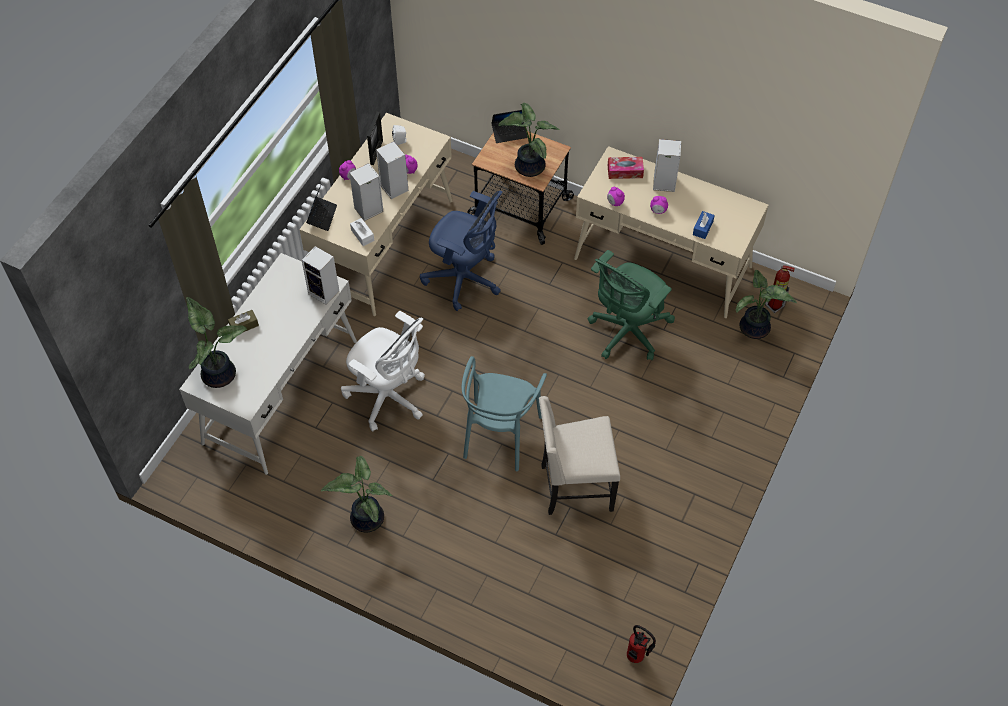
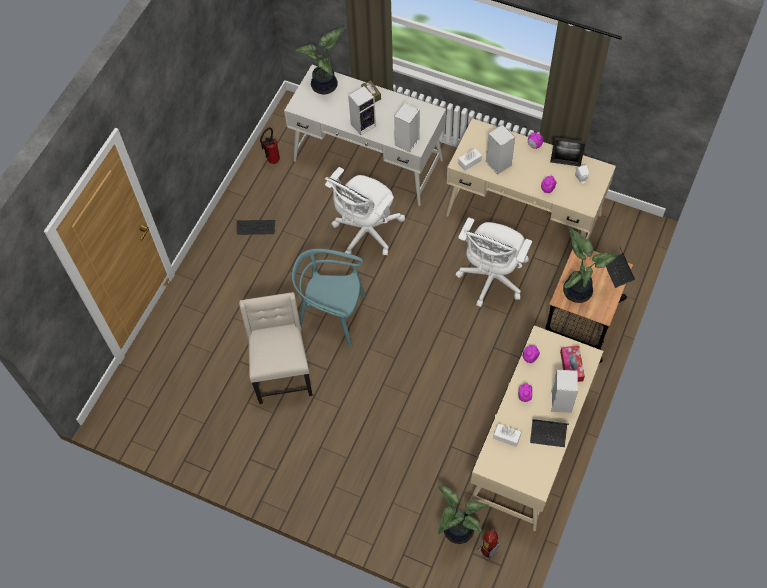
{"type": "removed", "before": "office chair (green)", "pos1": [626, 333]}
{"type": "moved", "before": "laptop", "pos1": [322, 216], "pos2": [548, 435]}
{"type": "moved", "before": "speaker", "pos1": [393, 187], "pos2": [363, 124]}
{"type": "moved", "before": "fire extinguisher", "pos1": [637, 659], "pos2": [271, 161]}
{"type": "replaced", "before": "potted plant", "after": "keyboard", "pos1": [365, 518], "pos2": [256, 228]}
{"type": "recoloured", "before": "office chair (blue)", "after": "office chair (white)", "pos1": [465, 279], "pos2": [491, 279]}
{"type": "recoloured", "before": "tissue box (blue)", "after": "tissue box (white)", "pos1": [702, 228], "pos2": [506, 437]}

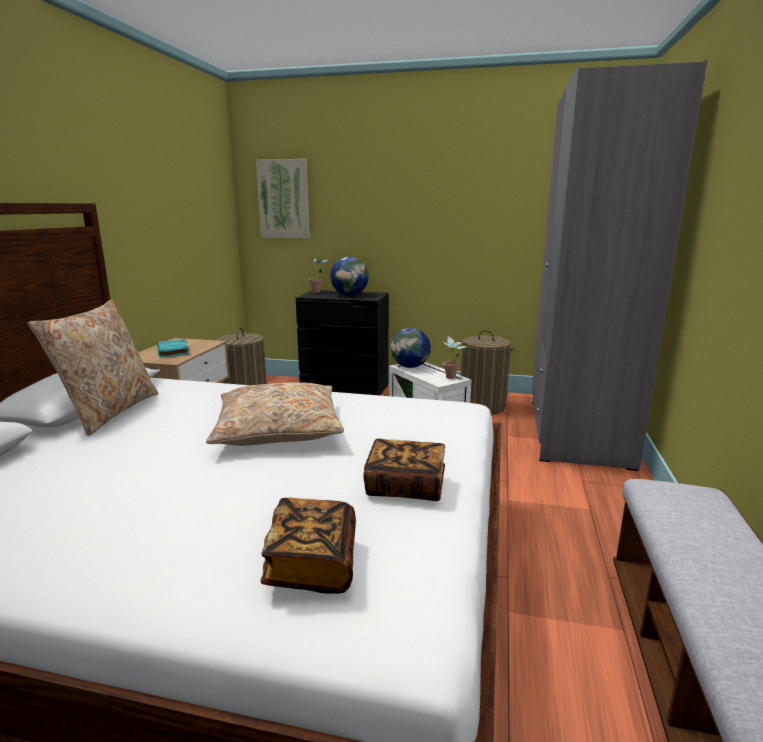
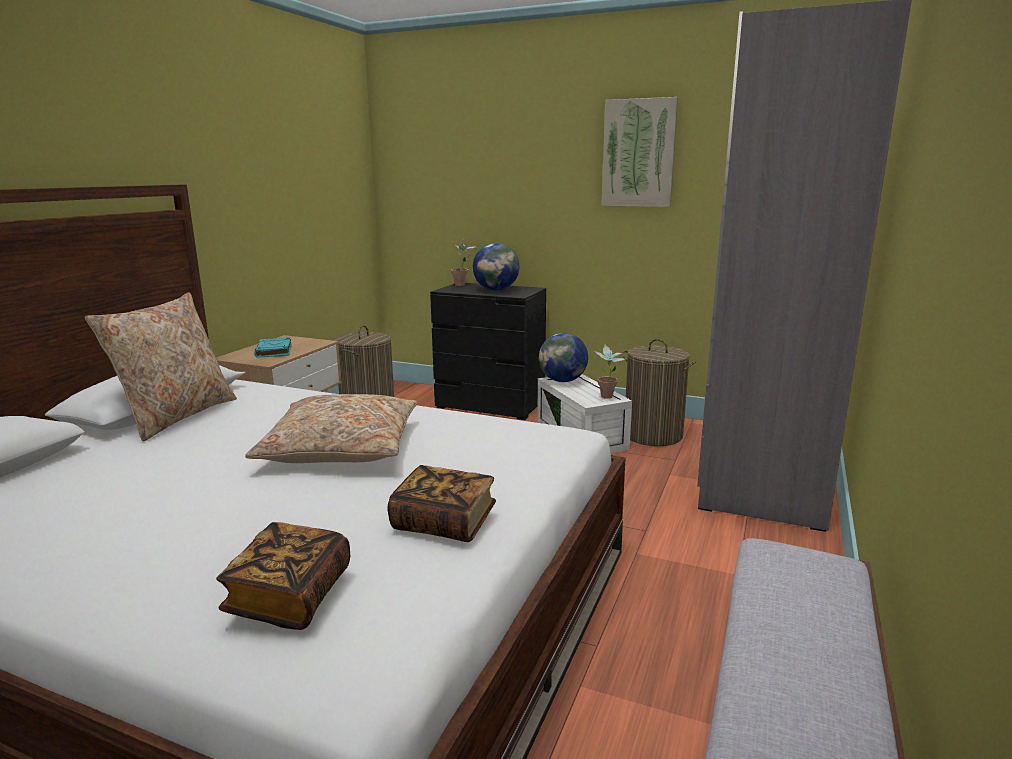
{"type": "moved", "before": "picture", "pos1": [284, 199], "pos2": [639, 153]}

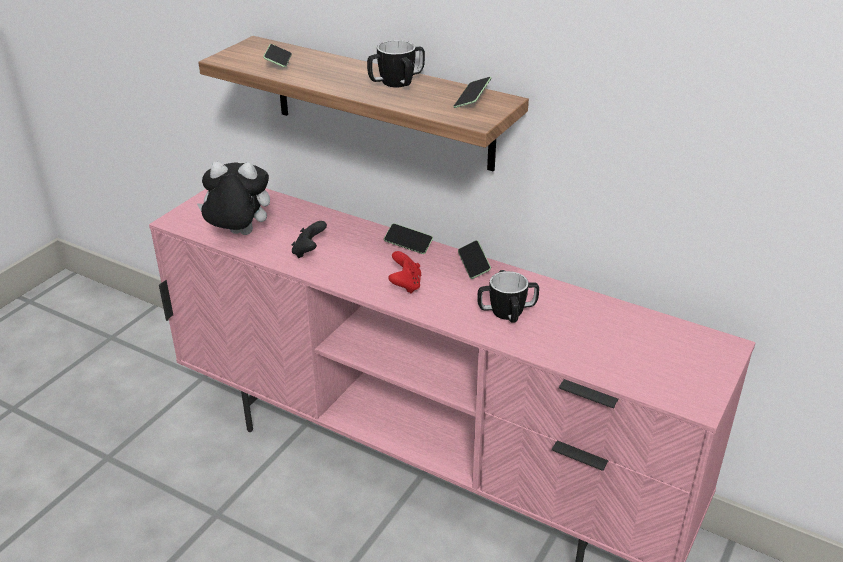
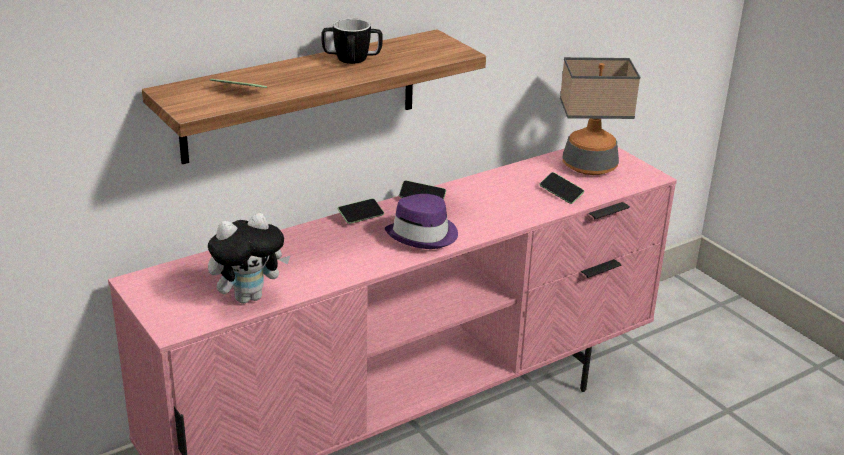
{"type": "removed", "before": "game controller (black)", "pos1": [309, 251]}
{"type": "removed", "before": "mug", "pos1": [507, 312]}
{"type": "added", "after": "table lamp", "pos2": [589, 166]}
{"type": "moved", "before": "phone", "pos1": [472, 99], "pos2": [561, 193]}
{"type": "replaced", "before": "game controller (red)", "after": "hat (purple)", "pos1": [405, 285], "pos2": [423, 235]}
{"type": "turned", "before": "plush toy", "pos1": [238, 235], "pos2": [249, 296], "turn": -150}

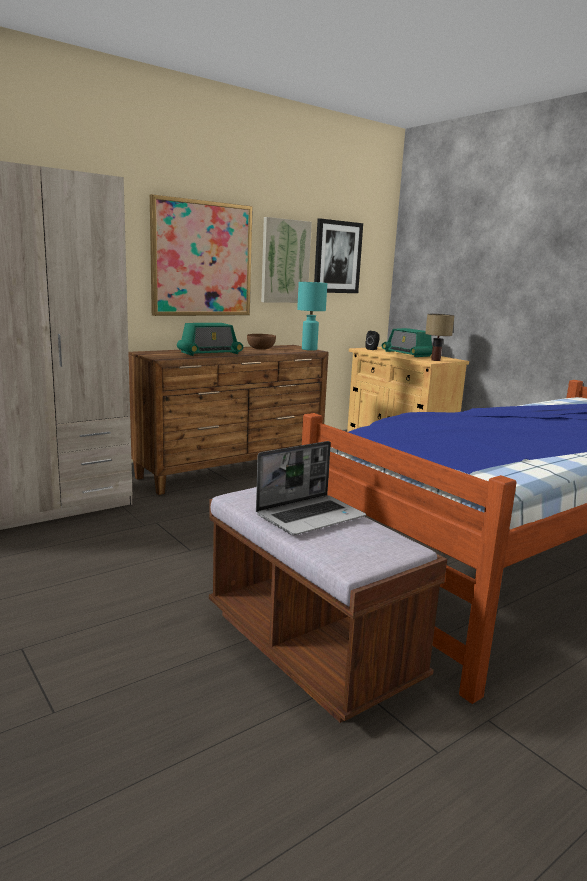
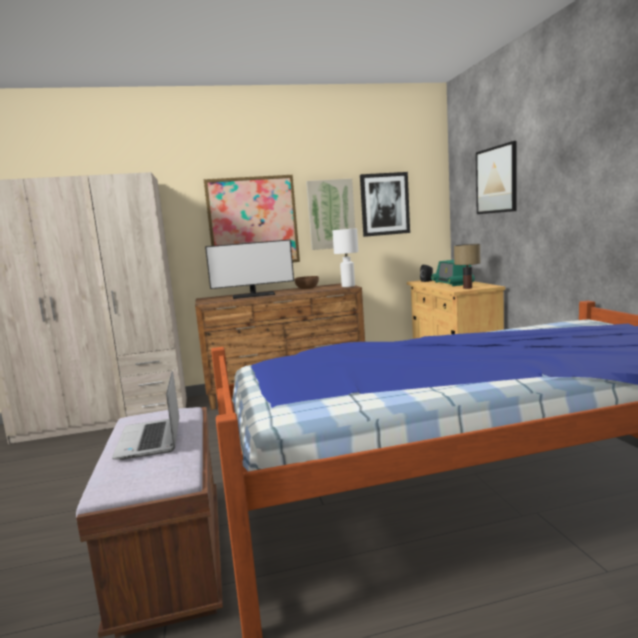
{"type": "added", "after": "picture", "pos2": [496, 180]}
{"type": "replaced", "before": "radio", "after": "monitor", "pos1": [210, 353], "pos2": [253, 295]}
{"type": "recoloured", "before": "table lamp (turquoise)", "after": "table lamp (white)", "pos1": [309, 349], "pos2": [348, 286]}
{"type": "turned", "before": "laptop", "pos1": [311, 516], "pos2": [151, 440], "turn": 90}

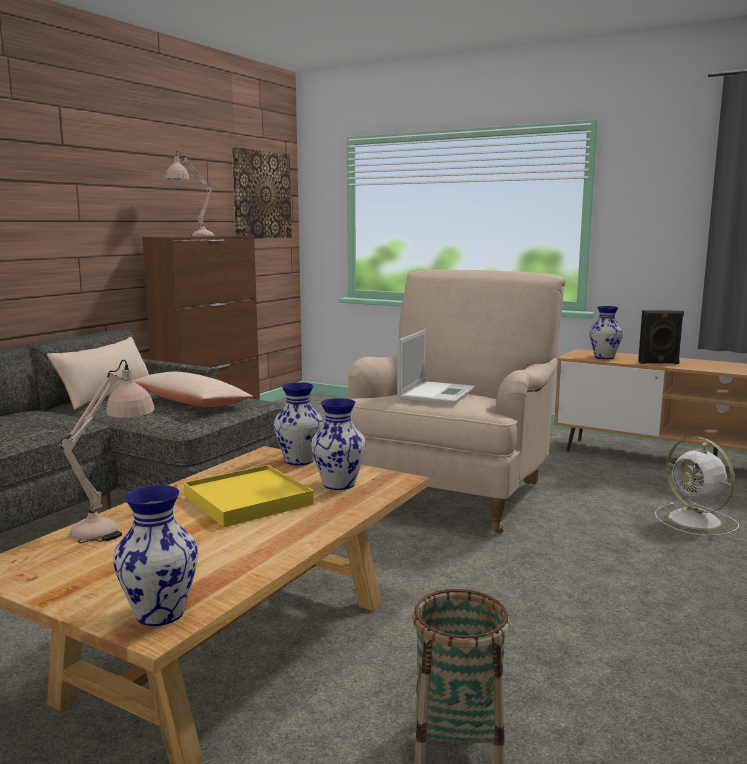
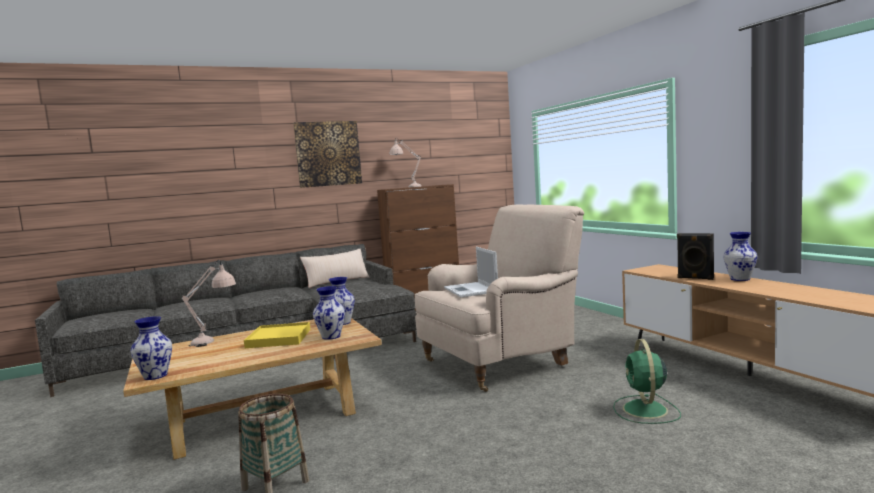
{"type": "removed", "before": "pillow (beige)", "pos1": [191, 403]}
{"type": "moved", "before": "picture", "pos1": [261, 195], "pos2": [328, 153]}
{"type": "moved", "before": "vase", "pos1": [603, 357], "pos2": [739, 279]}
{"type": "recoloured", "before": "fan (white)", "after": "fan (green)", "pos1": [696, 521], "pos2": [645, 410]}
{"type": "turned", "before": "laptop", "pos1": [437, 393], "pos2": [471, 290], "turn": 105}

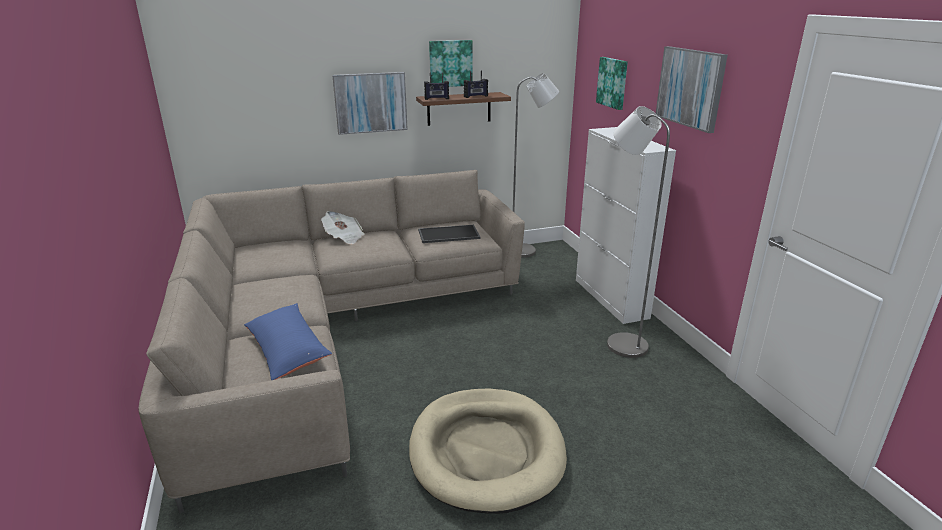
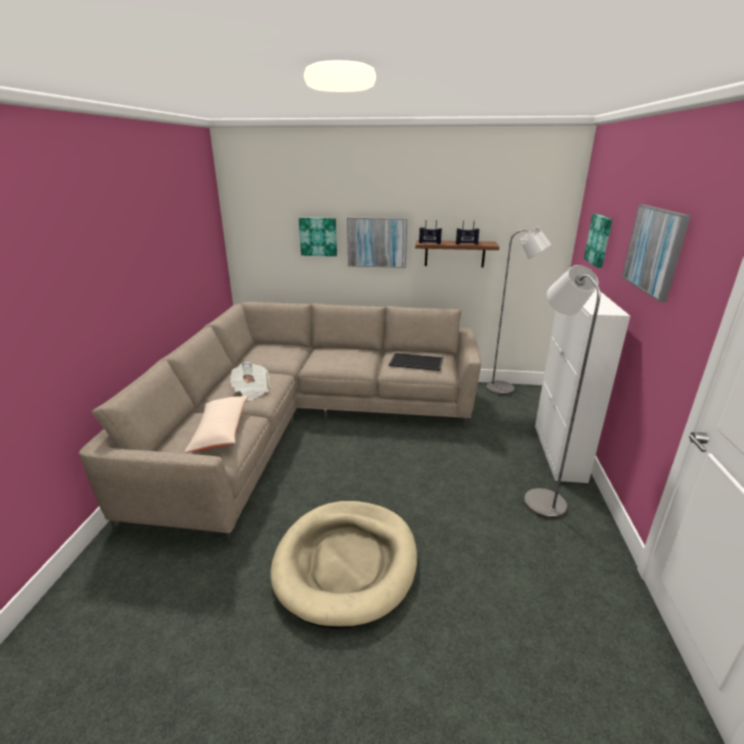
{"type": "moved", "before": "newspaper", "pos1": [344, 237], "pos2": [251, 390]}
{"type": "moved", "before": "picture", "pos1": [450, 63], "pos2": [318, 236]}
{"type": "recoloured", "before": "pillow (blue)", "after": "pillow (beige)", "pos1": [287, 350], "pos2": [220, 431]}

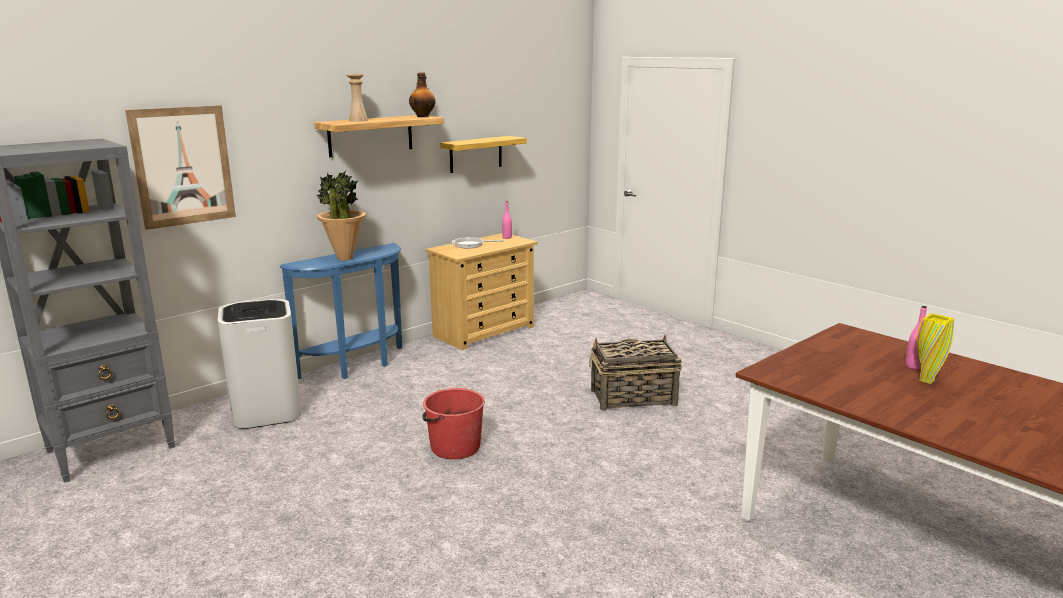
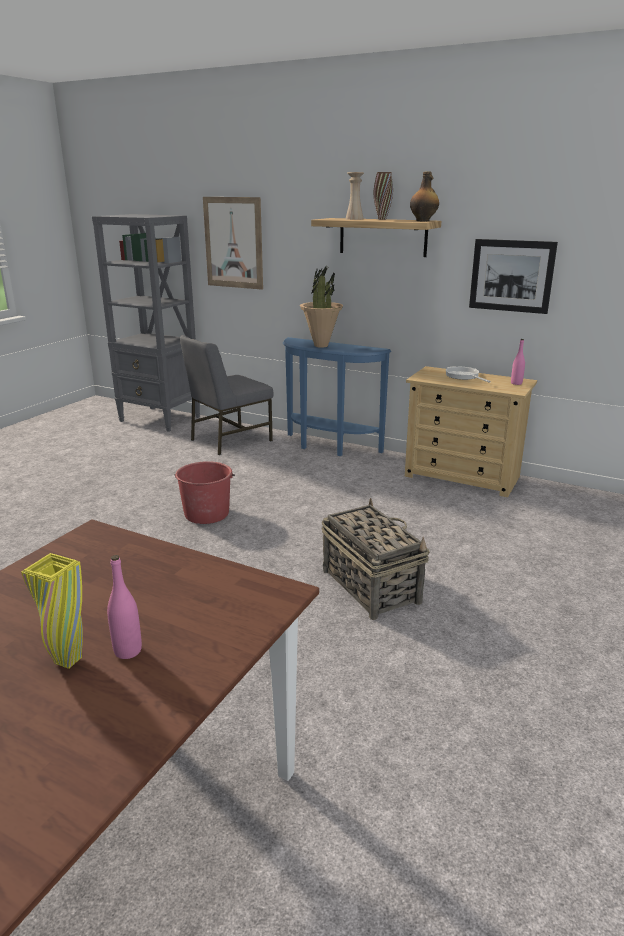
{"type": "added", "after": "vase (brown)", "pos2": [382, 219]}
{"type": "replaced", "before": "trash can (white)", "after": "chair (grey)", "pos1": [266, 412], "pos2": [229, 440]}
{"type": "replaced", "before": "shelf", "after": "picture", "pos1": [476, 154], "pos2": [511, 276]}

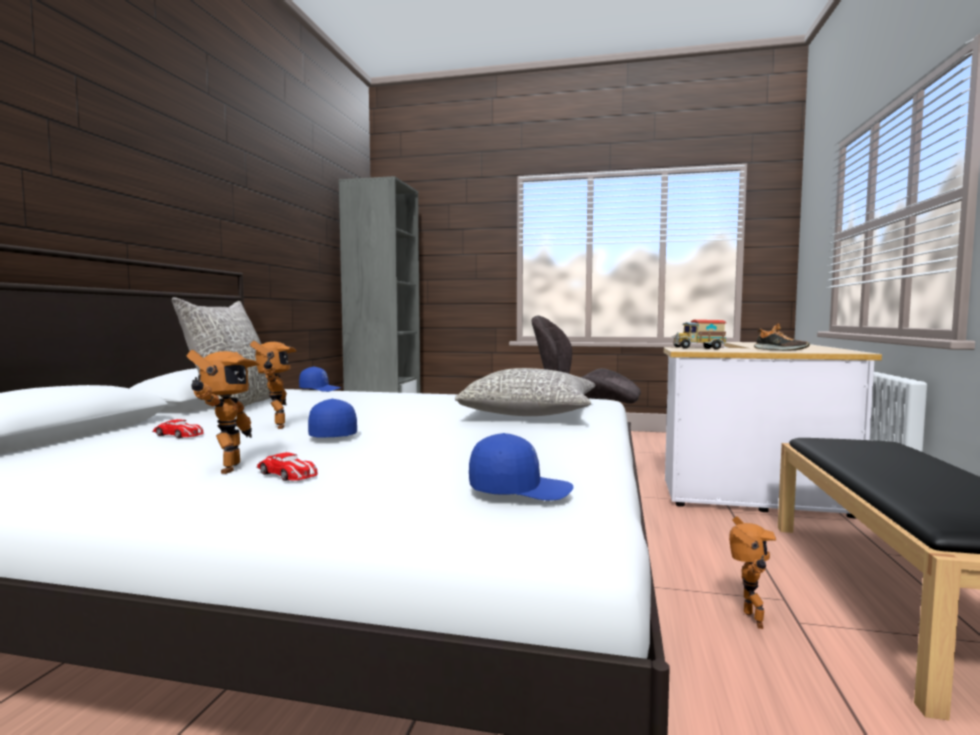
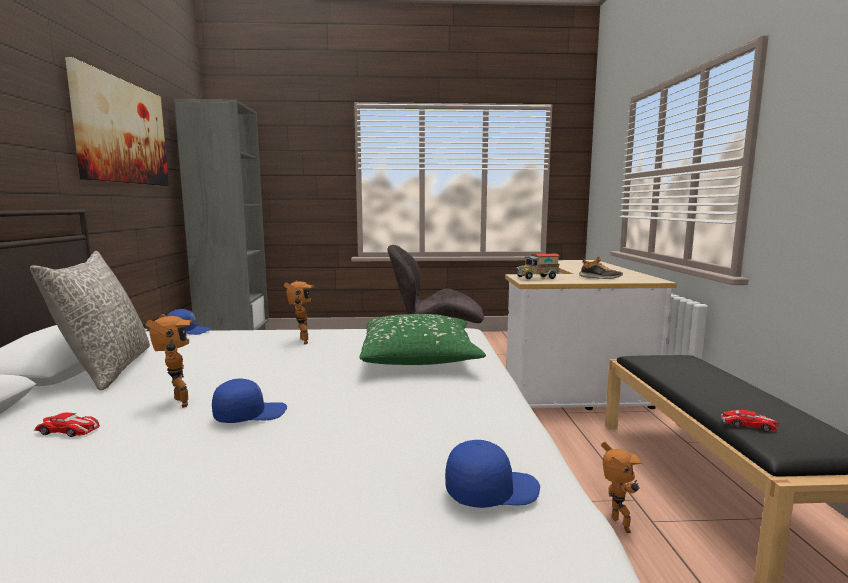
{"type": "added", "after": "picture", "pos2": [122, 132]}
{"type": "moved", "before": "toy robot", "pos1": [224, 469], "pos2": [301, 342]}
{"type": "moved", "before": "toy car", "pos1": [288, 474], "pos2": [748, 425]}
{"type": "recoloured", "before": "pillow (grey)", "after": "pillow (green)", "pos1": [530, 414], "pos2": [419, 358]}
{"type": "turned", "before": "cap (blue)", "pos1": [332, 435], "pos2": [250, 414], "turn": 90}

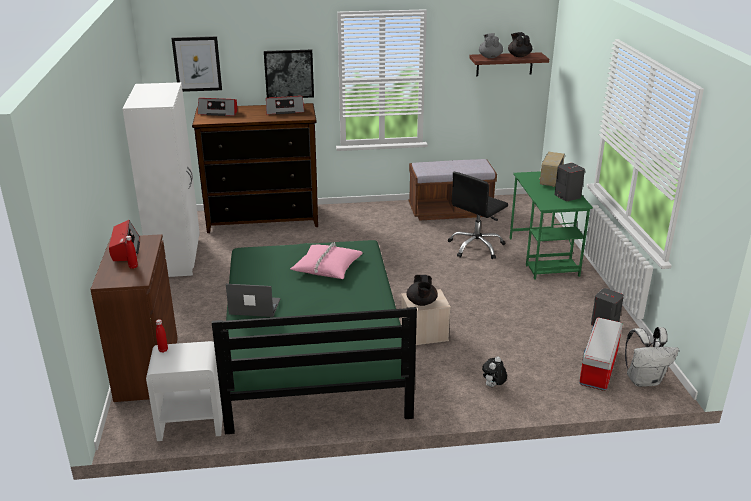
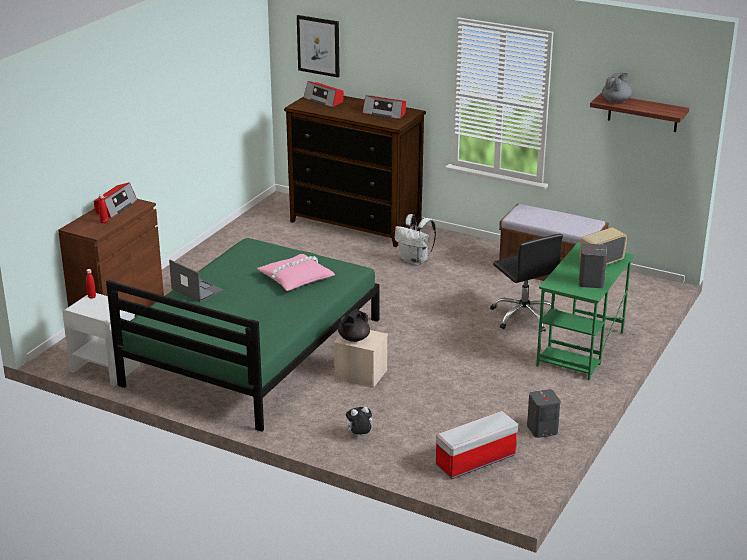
{"type": "removed", "before": "wardrobe (white)", "pos1": [176, 257]}
{"type": "removed", "before": "picture", "pos1": [289, 74]}
{"type": "removed", "before": "teapot (black)", "pos1": [519, 56]}
{"type": "moved", "before": "backpack (white)", "pos1": [644, 380], "pos2": [415, 261]}
{"type": "turned", "before": "office chair (black)", "pos1": [476, 247], "pos2": [524, 316], "turn": -105}

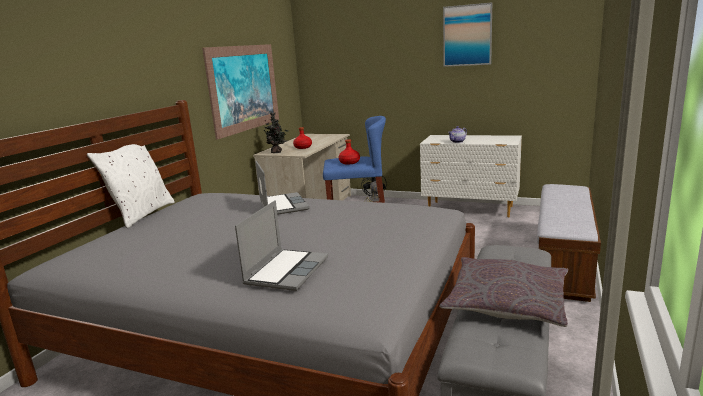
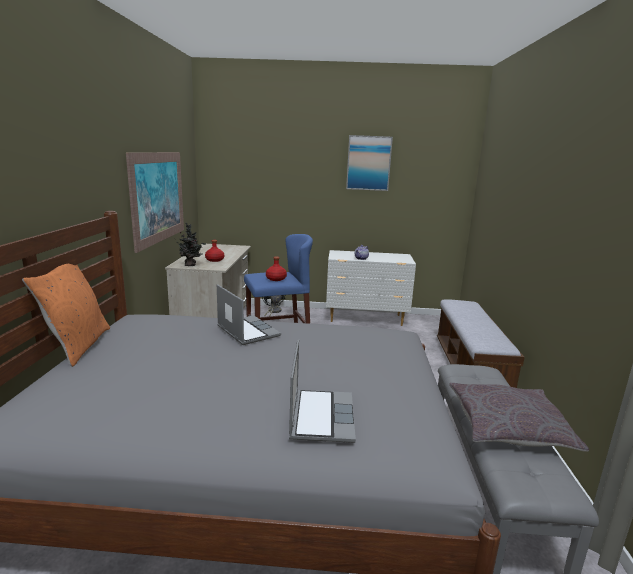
{"type": "recoloured", "before": "pillow (white)", "after": "pillow (orange)", "pos1": [141, 214], "pos2": [77, 346]}

